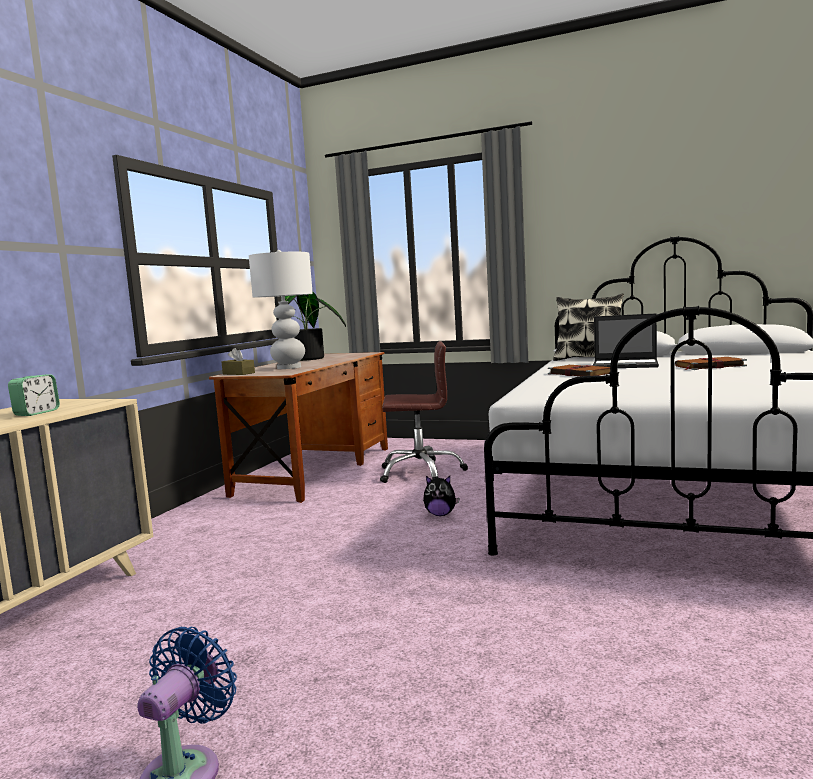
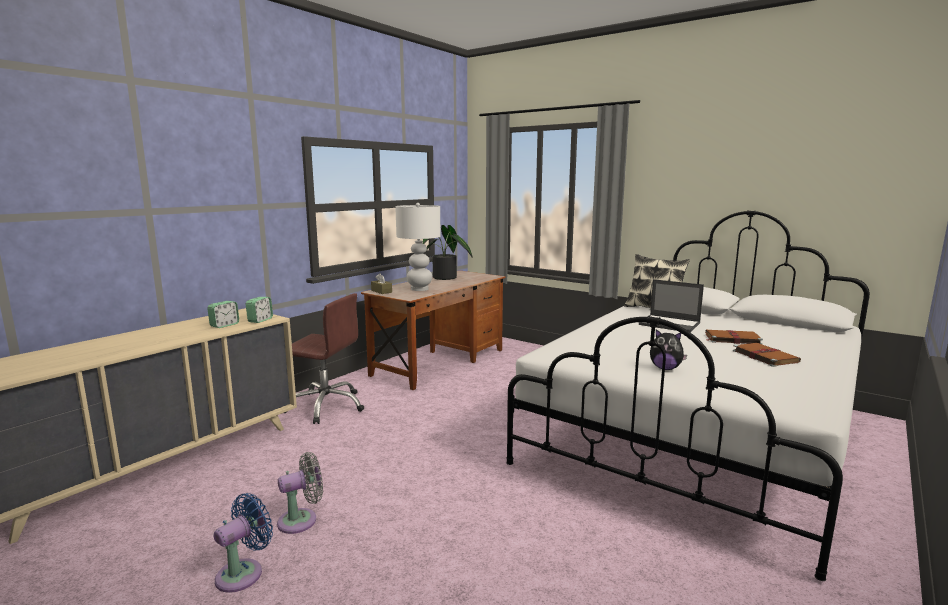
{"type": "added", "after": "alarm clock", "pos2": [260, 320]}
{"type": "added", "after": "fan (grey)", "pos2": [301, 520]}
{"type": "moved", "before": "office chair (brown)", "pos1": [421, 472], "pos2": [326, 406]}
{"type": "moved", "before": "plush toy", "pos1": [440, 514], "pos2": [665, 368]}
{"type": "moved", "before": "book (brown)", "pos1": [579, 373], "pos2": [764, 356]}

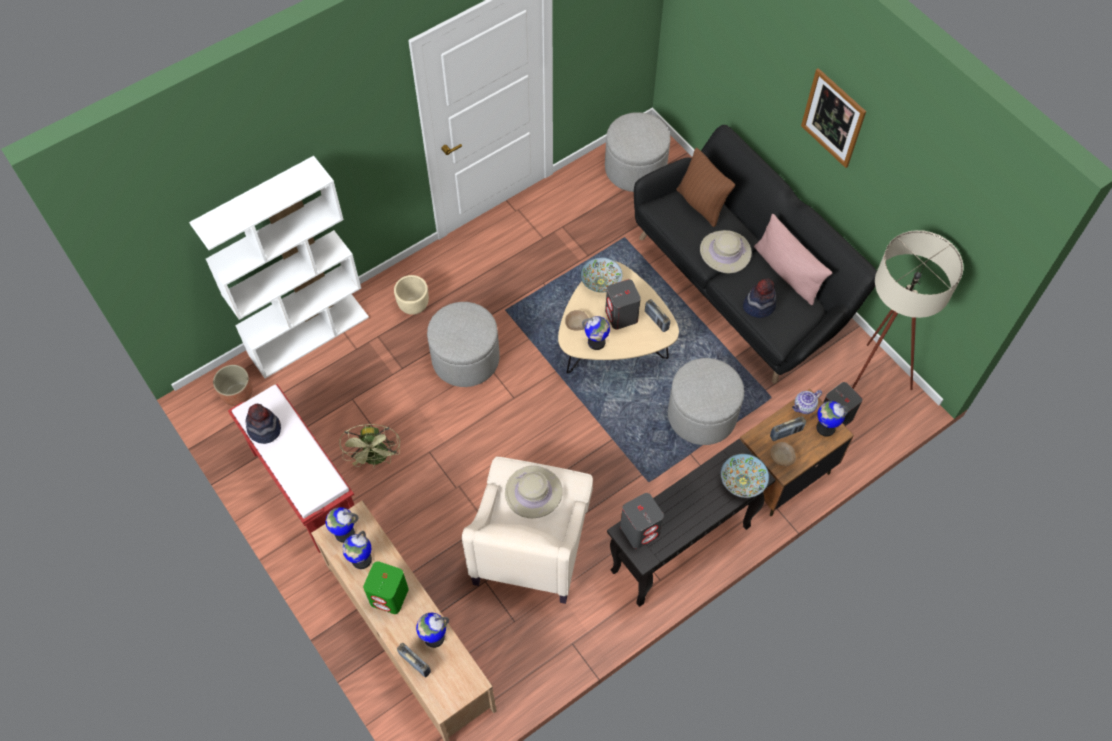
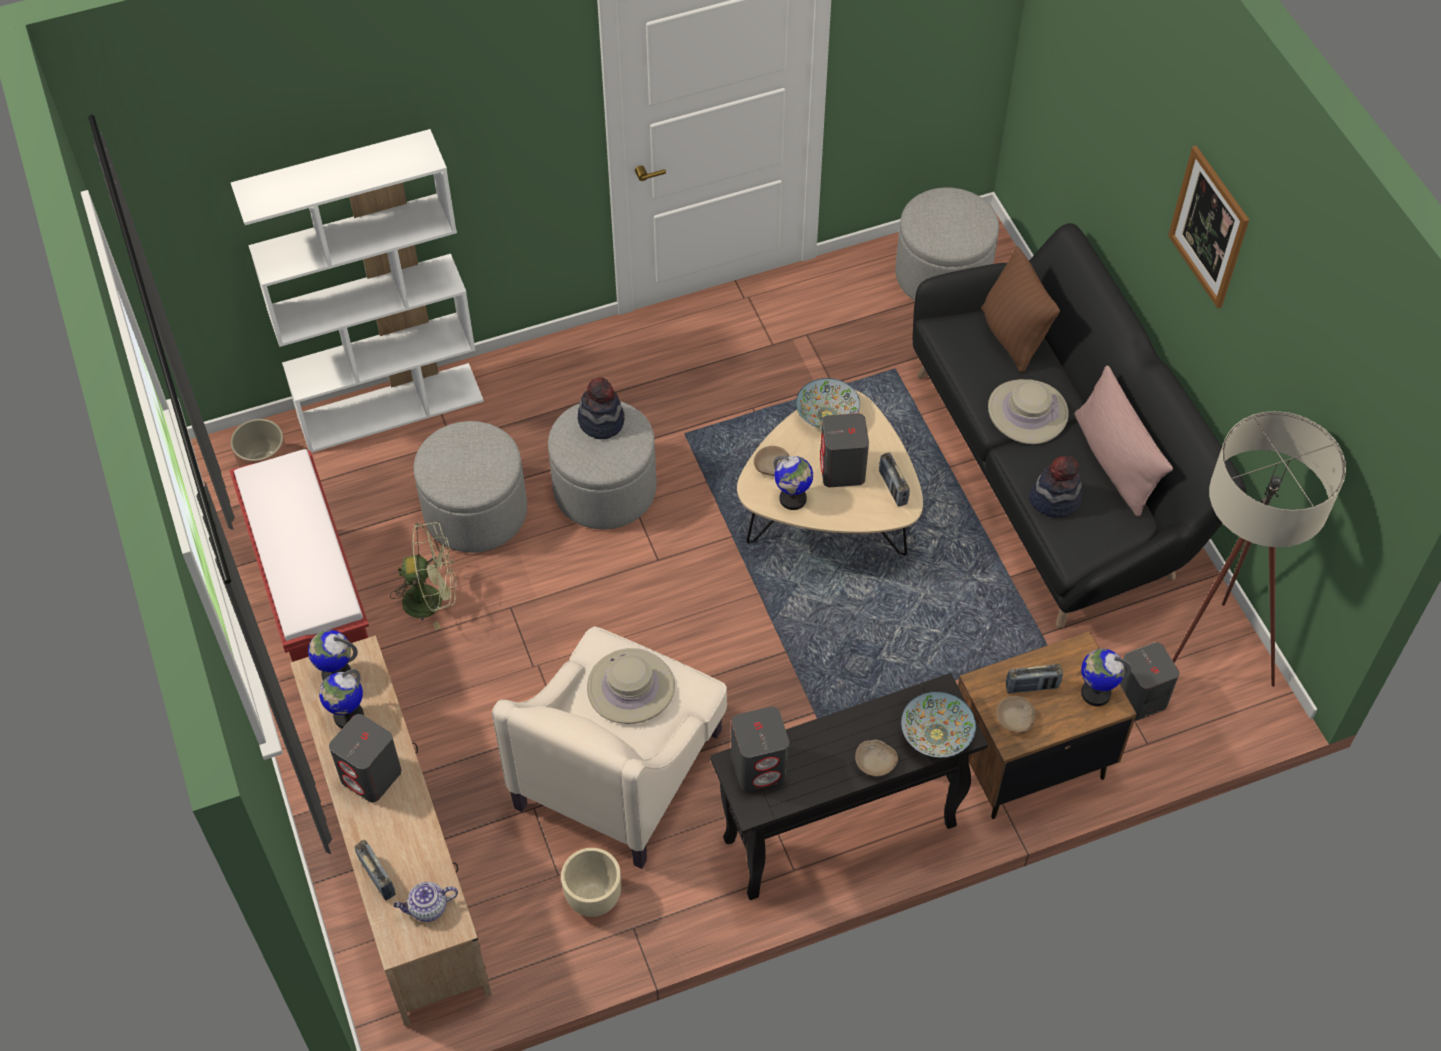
{"type": "removed", "before": "globe", "pos1": [434, 637]}
{"type": "added", "after": "bowl (beige)", "pos2": [875, 762]}
{"type": "moved", "before": "hat", "pos1": [264, 429], "pos2": [601, 421]}
{"type": "moved", "before": "planter (beige)", "pos1": [413, 305], "pos2": [593, 897]}
{"type": "moved", "before": "ottoman (grey)", "pos1": [702, 415], "pos2": [475, 511]}
{"type": "moved", "before": "teapot", "pos1": [804, 407], "pos2": [427, 908]}
{"type": "recoloured", "before": "speaker (green)", "after": "speaker (grey)", "pos1": [389, 596], "pos2": [371, 776]}
{"type": "turned", "before": "fan (green)", "pos1": [376, 458], "pos2": [432, 599], "turn": -105}

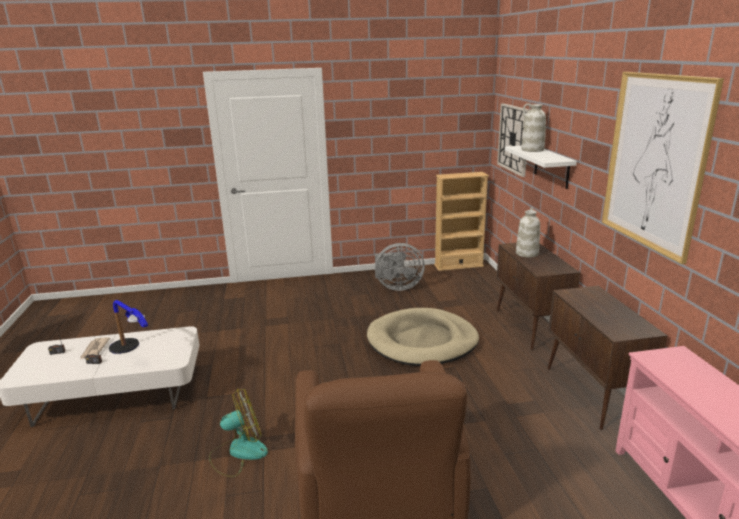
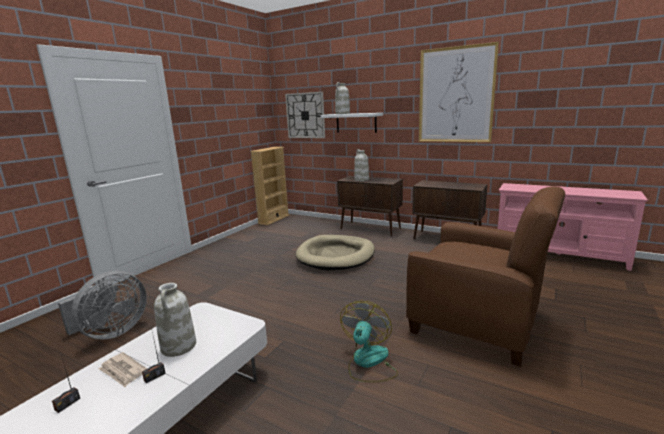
{"type": "moved", "before": "fan (grey)", "pos1": [397, 287], "pos2": [111, 332]}
{"type": "replaced", "before": "table lamp", "after": "vase (white)", "pos1": [131, 351], "pos2": [179, 346]}

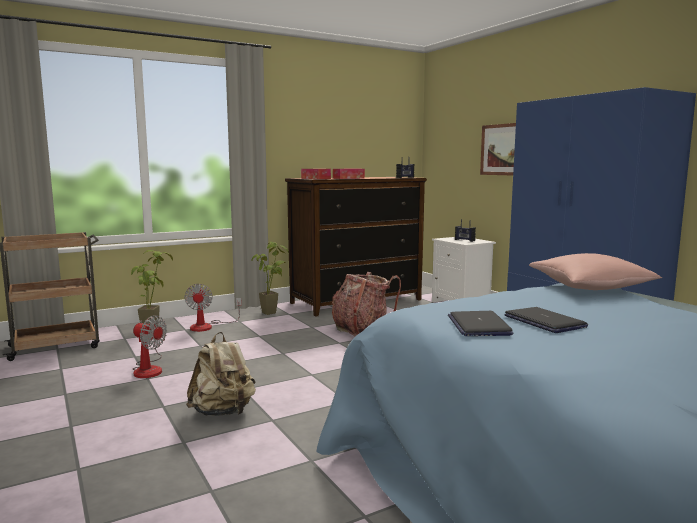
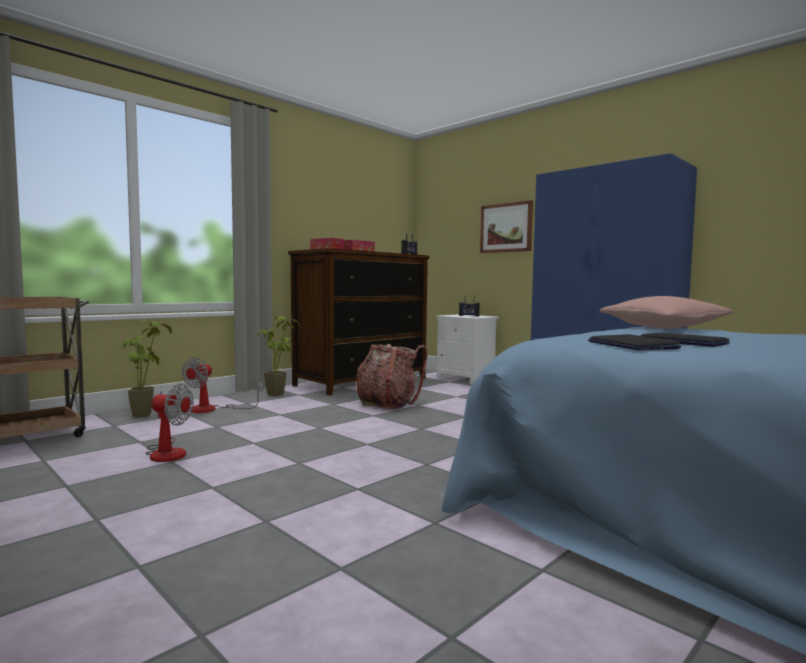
{"type": "removed", "before": "backpack (beige)", "pos1": [223, 412]}
{"type": "turned", "before": "fan", "pos1": [208, 326], "pos2": [212, 409], "turn": 45}

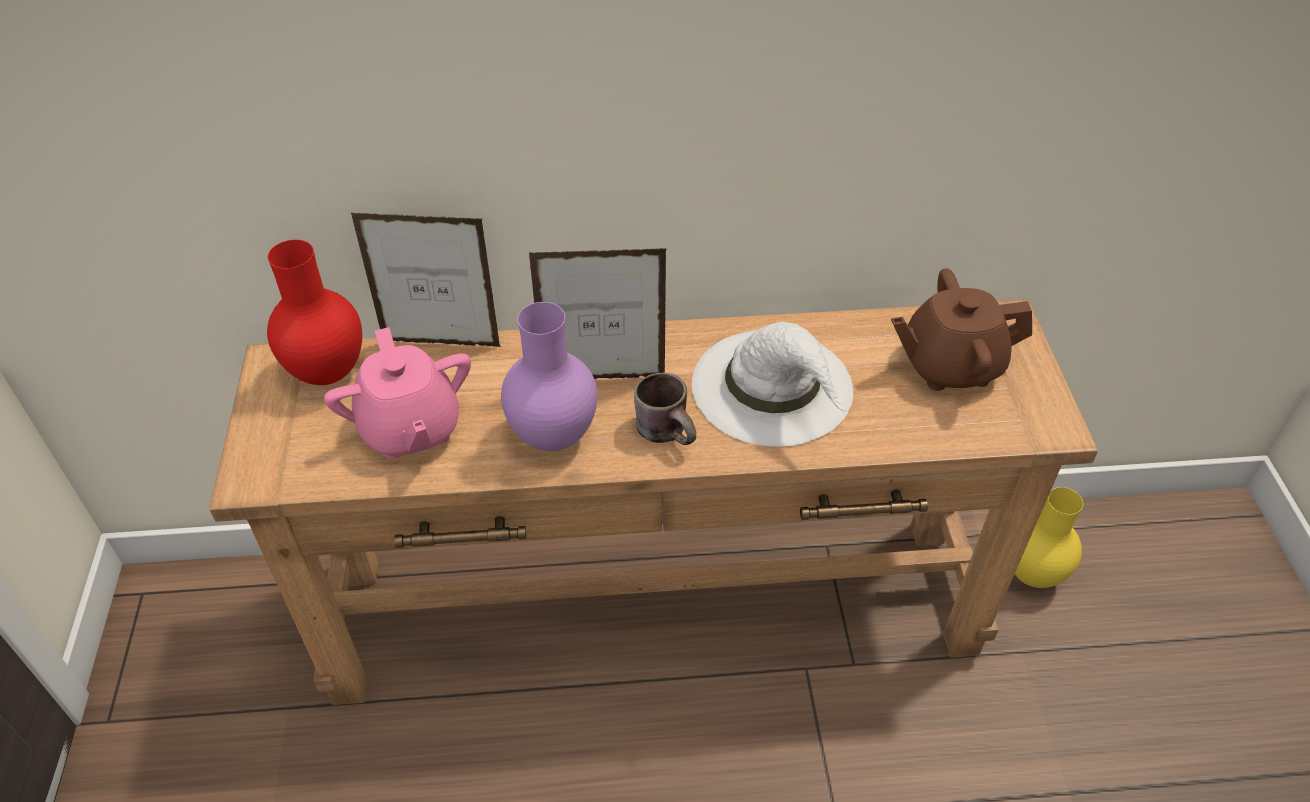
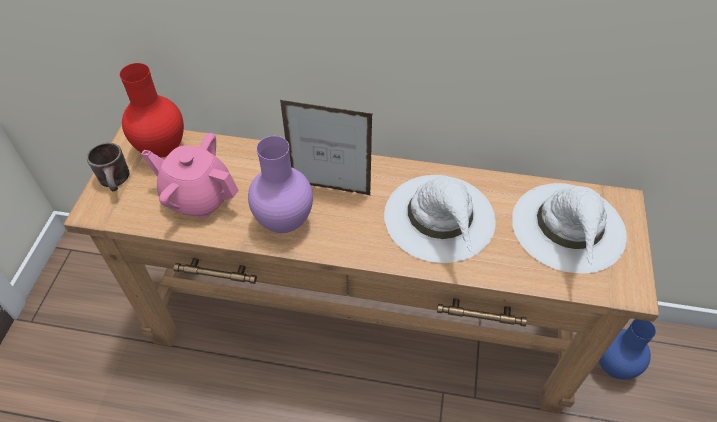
{"type": "removed", "before": "picture frame", "pos1": [441, 344]}
{"type": "moved", "before": "mug (brown)", "pos1": [670, 431], "pos2": [118, 181]}
{"type": "replaced", "before": "teapot (brown)", "after": "hat (white)", "pos1": [950, 366], "pos2": [569, 228]}
{"type": "recoloured", "before": "vase (yellow)", "after": "vase (blue)", "pos1": [1031, 575], "pos2": [612, 367]}
{"type": "turned", "before": "teapot (pink)", "pos1": [410, 429], "pos2": [198, 197], "turn": 120}

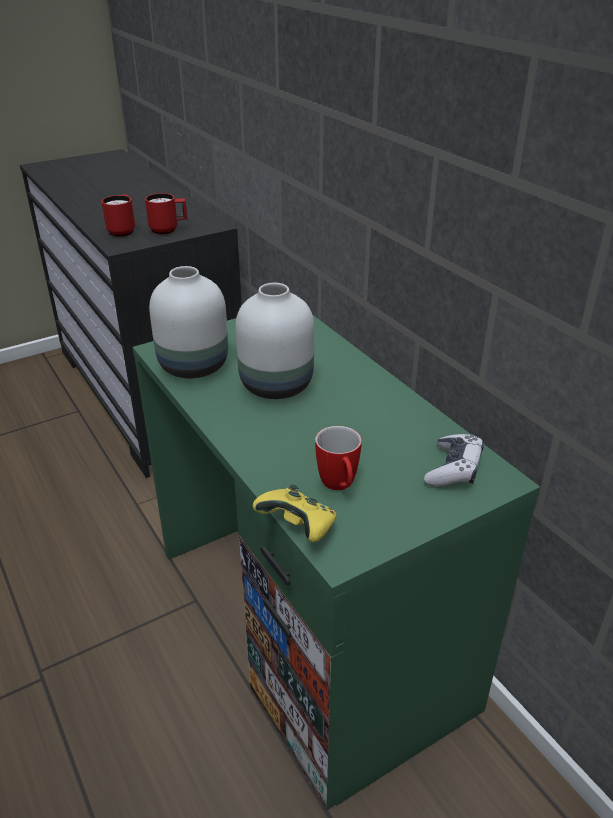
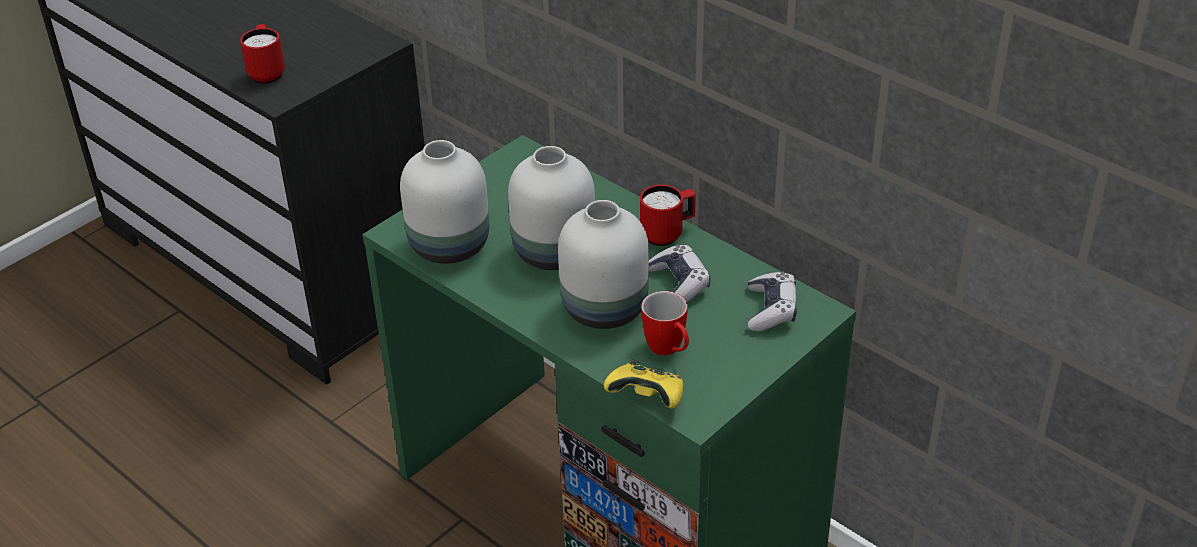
{"type": "added", "after": "vase (white)", "pos2": [607, 308]}
{"type": "added", "after": "game controller", "pos2": [679, 283]}
{"type": "moved", "before": "mug (red)", "pos1": [168, 230], "pos2": [667, 234]}

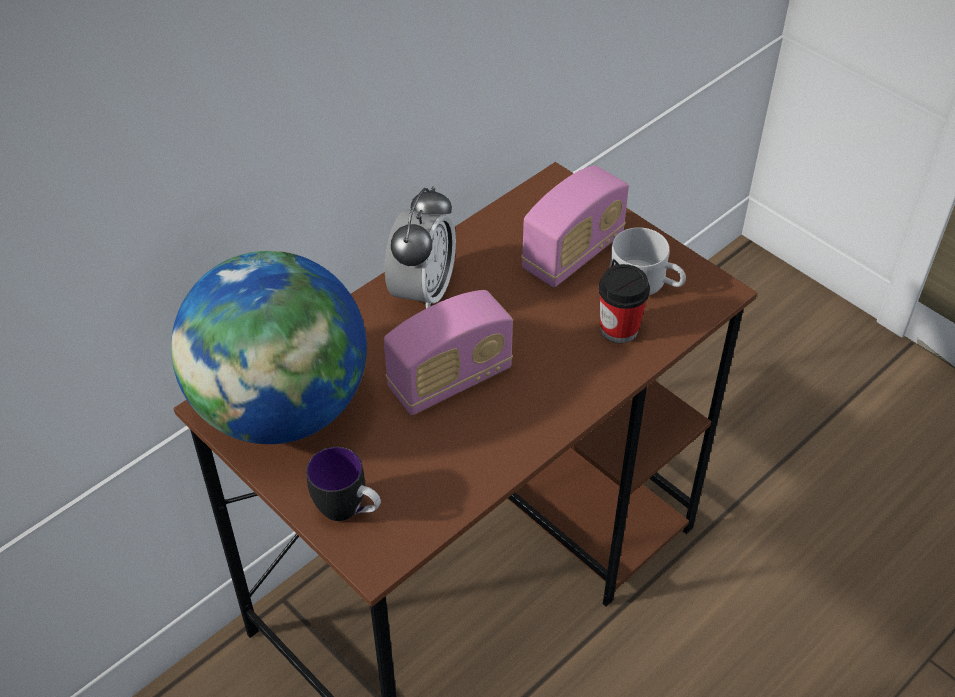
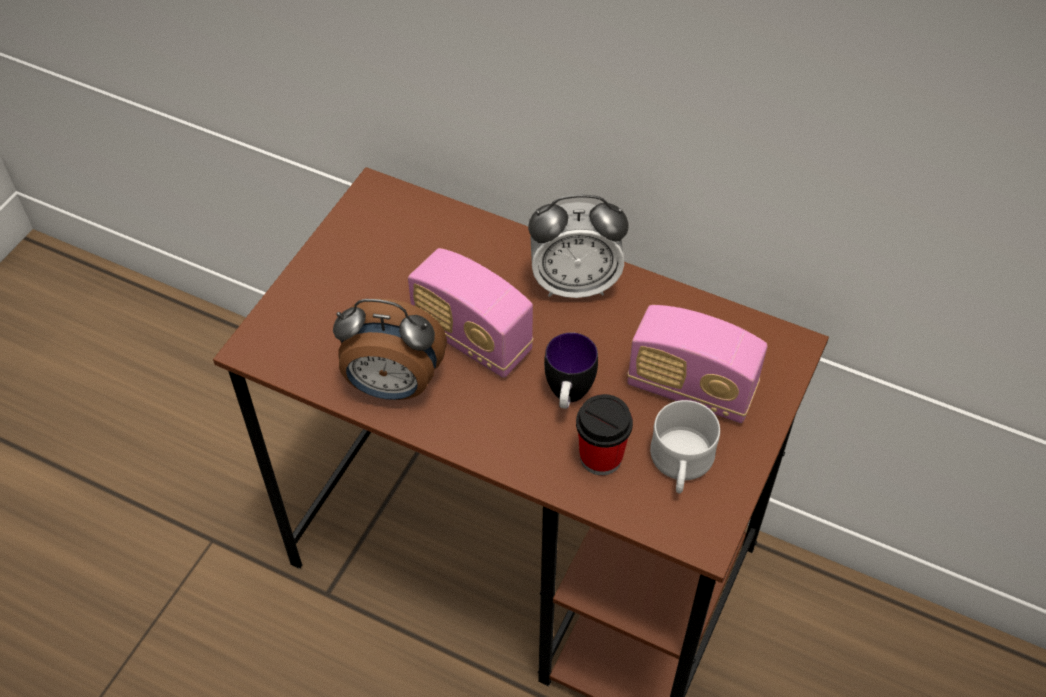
{"type": "removed", "before": "globe", "pos1": [281, 409]}
{"type": "added", "after": "alarm clock", "pos2": [393, 386]}
{"type": "moved", "before": "mug", "pos1": [349, 512], "pos2": [568, 398]}

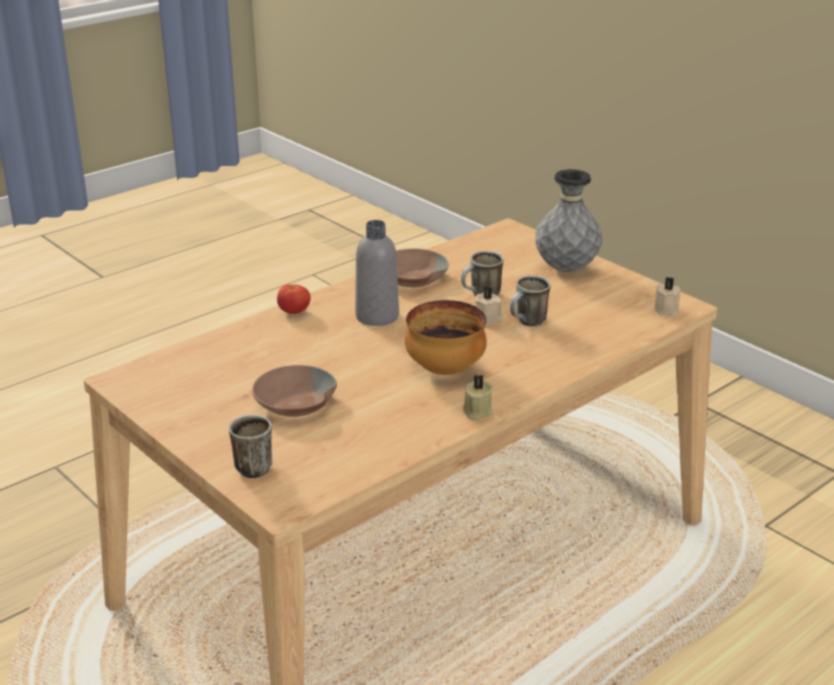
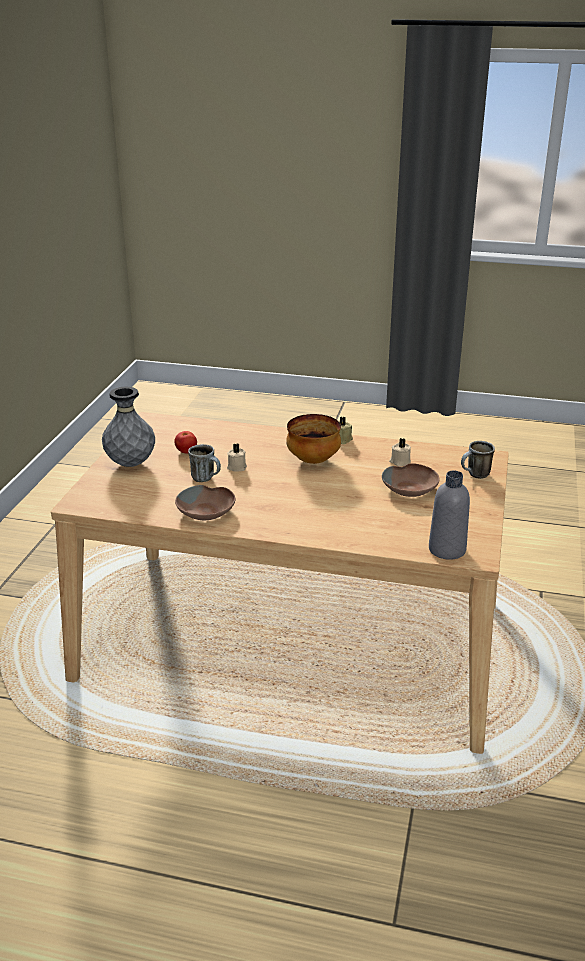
{"type": "removed", "before": "mug", "pos1": [528, 323]}
{"type": "moved", "before": "tomato", "pos1": [294, 312], "pos2": [186, 451]}
{"type": "moved", "before": "bottle (grey)", "pos1": [377, 316], "pos2": [447, 549]}
{"type": "moved", "before": "candle (beige)", "pos1": [667, 309], "pos2": [399, 462]}

